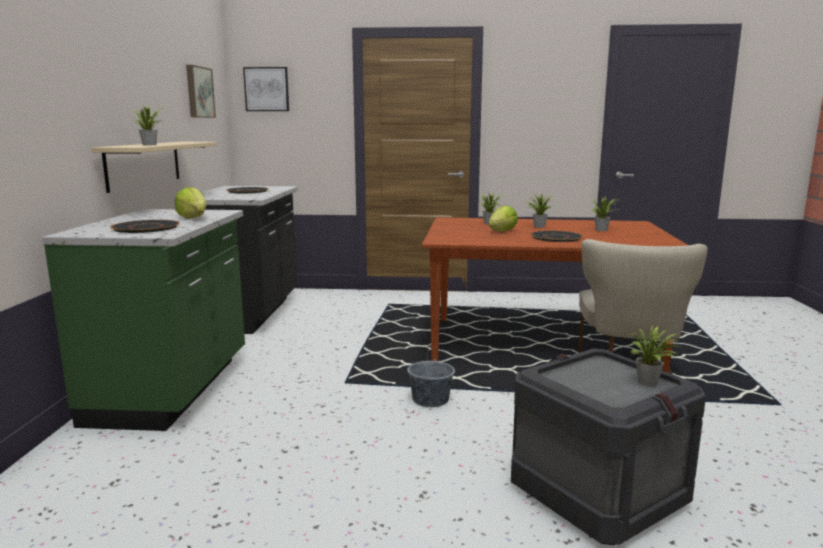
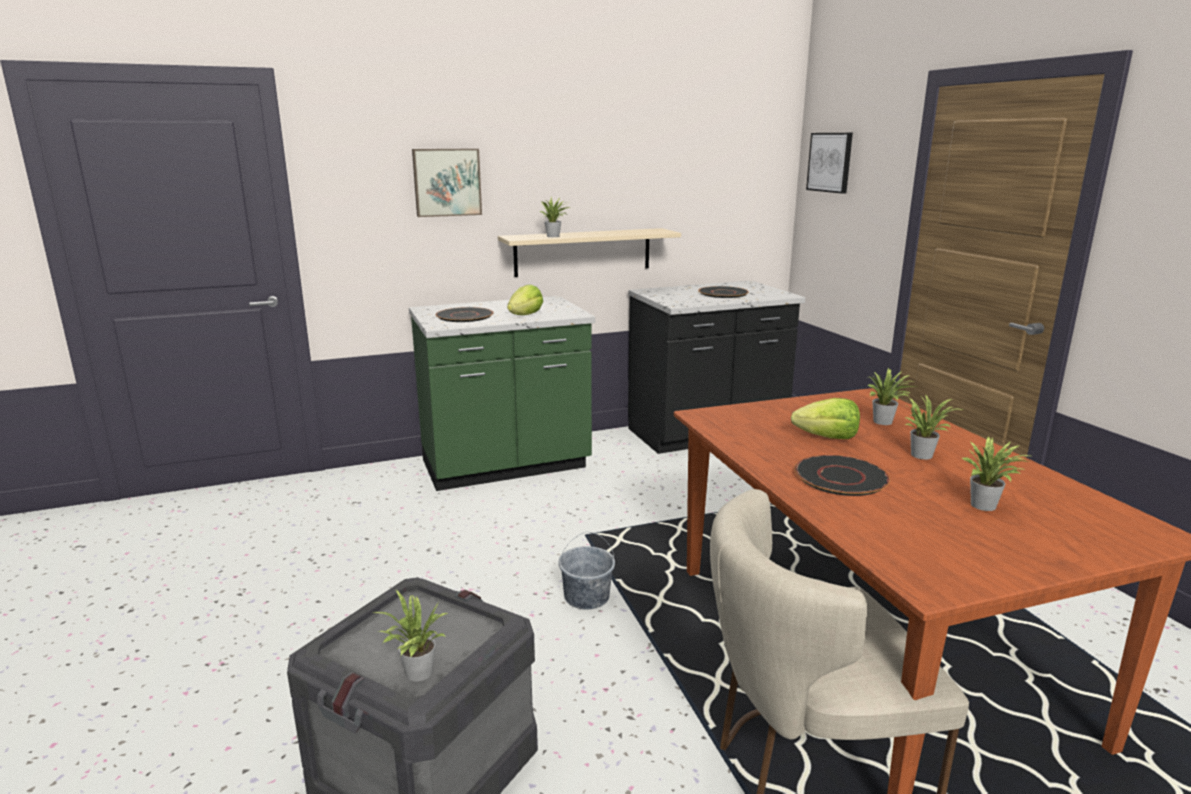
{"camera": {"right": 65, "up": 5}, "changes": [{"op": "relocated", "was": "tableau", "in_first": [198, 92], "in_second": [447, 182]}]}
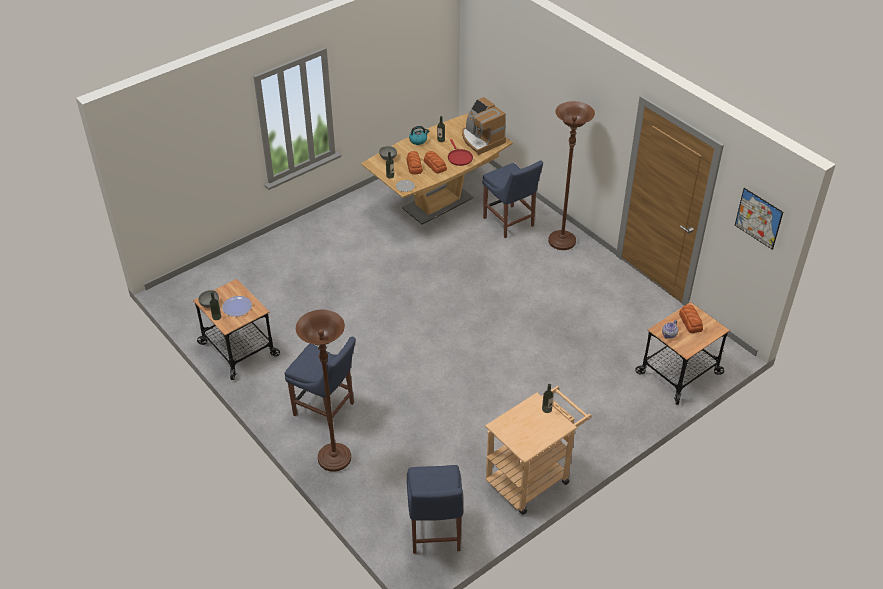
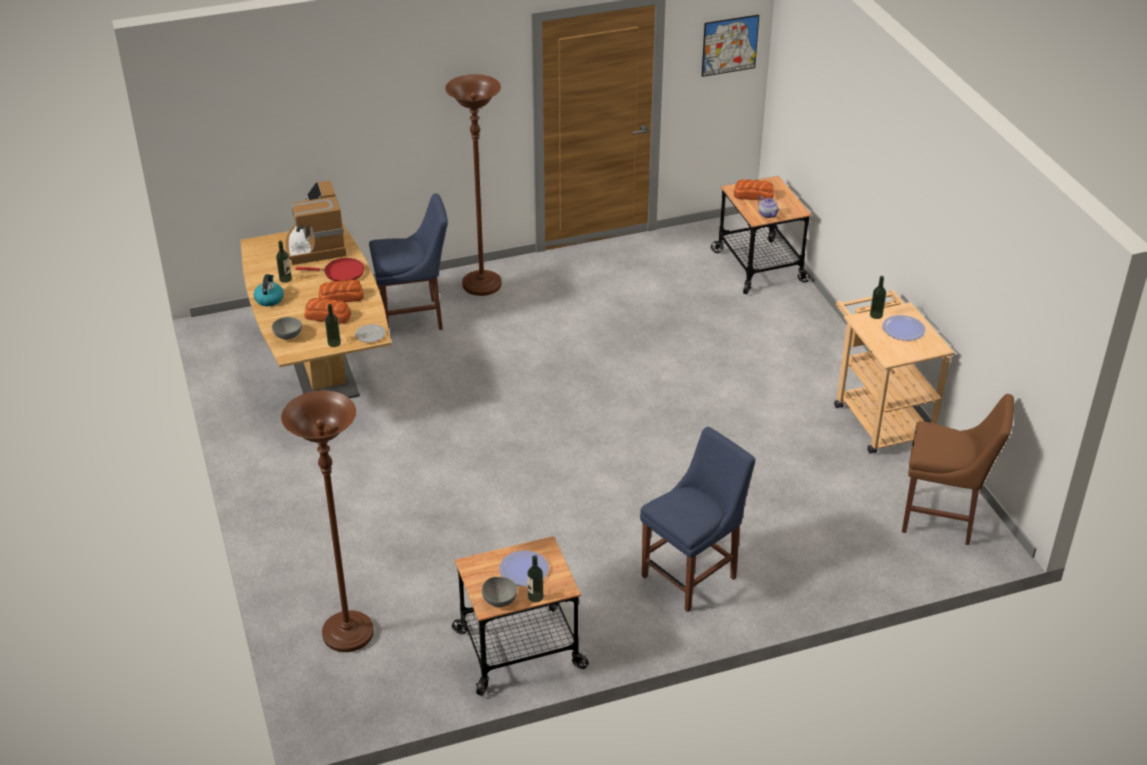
{"camera": {"right": -70, "up": -5}, "changes": [{"op": "relocated", "was": "lampadaire [marron]", "in_first": [334, 458], "in_second": [348, 634]}, {"op": "colour", "was": "chaise [bleu]", "now": "chaise [marron]", "in_first": [435, 534], "in_second": [943, 519]}, {"op": "spun", "was": "machine à café", "in_first": [481, 140], "in_second": [315, 245], "clockwise": 90}, {"op": "appeared", "now": "assiette", "in_second": [903, 329]}]}
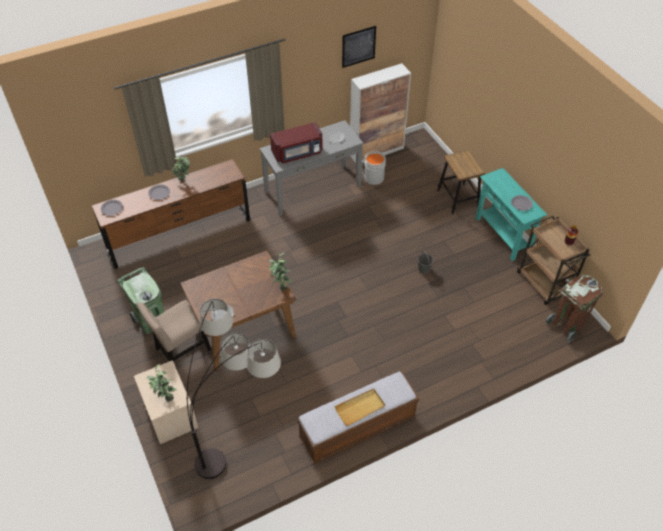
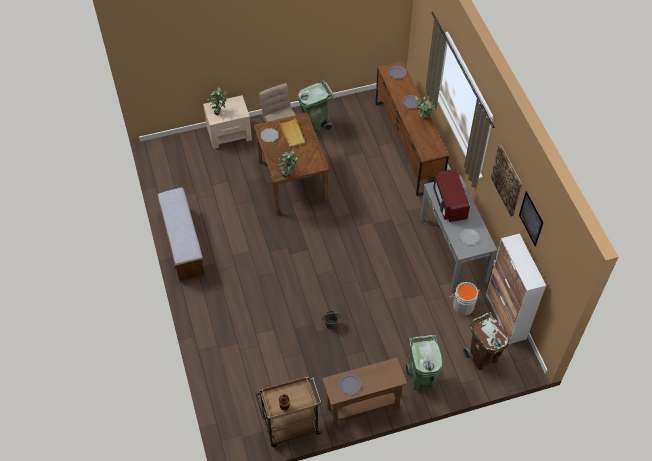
{"camera": {"right": 100, "up": 5}, "changes": [{"op": "missing", "was": "lampadaire", "in_first": [239, 438]}, {"op": "relocated", "was": "plateau [beige]", "in_first": [360, 408], "in_second": [292, 134]}, {"op": "exchanged", "was": "tabouret", "now": "poubelle [vert]", "in_first": [457, 199], "in_second": [422, 378]}, {"op": "colour", "was": "table console [turquoise]", "now": "table console [marron]", "in_first": [502, 235], "in_second": [362, 407]}, {"op": "relocated", "was": "poubelle [marron]", "in_first": [566, 325], "in_second": [482, 357]}, {"op": "appeared", "now": "tableau", "in_second": [507, 180]}]}
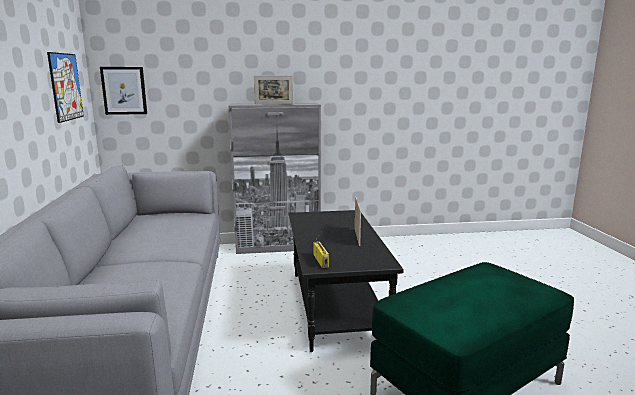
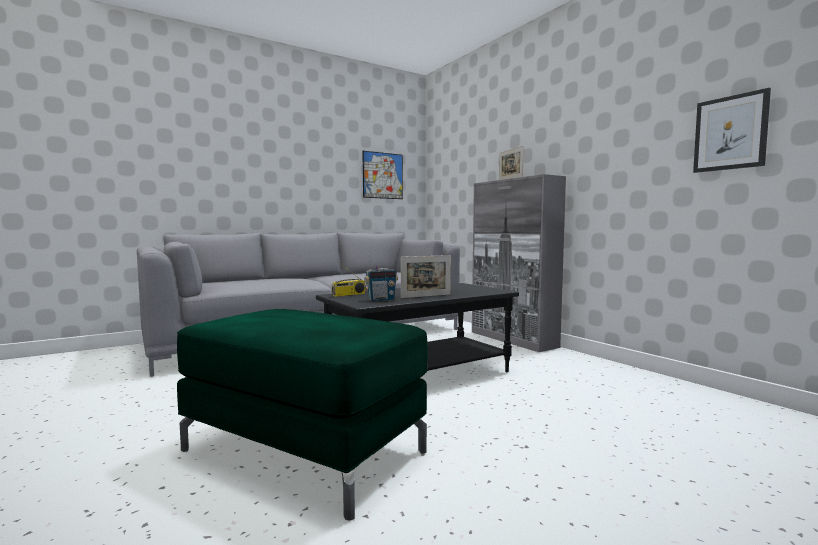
{"camera": {"right": 65, "up": -10}, "changes": [{"op": "relocated", "was": "tableau", "in_first": [124, 90], "in_second": [730, 133]}, {"op": "appeared", "now": "radio", "in_second": [381, 299]}]}
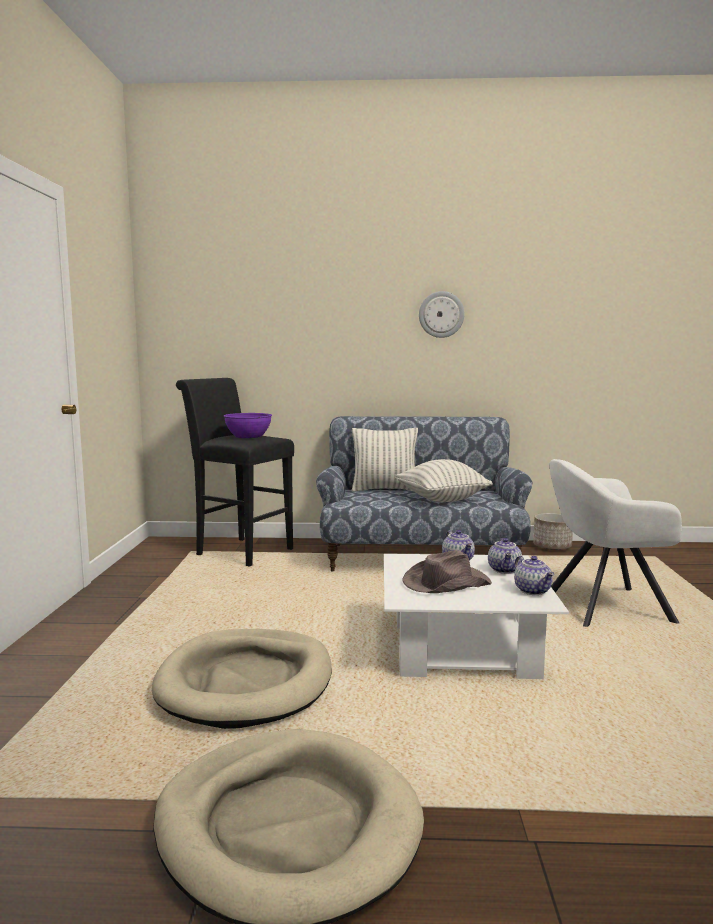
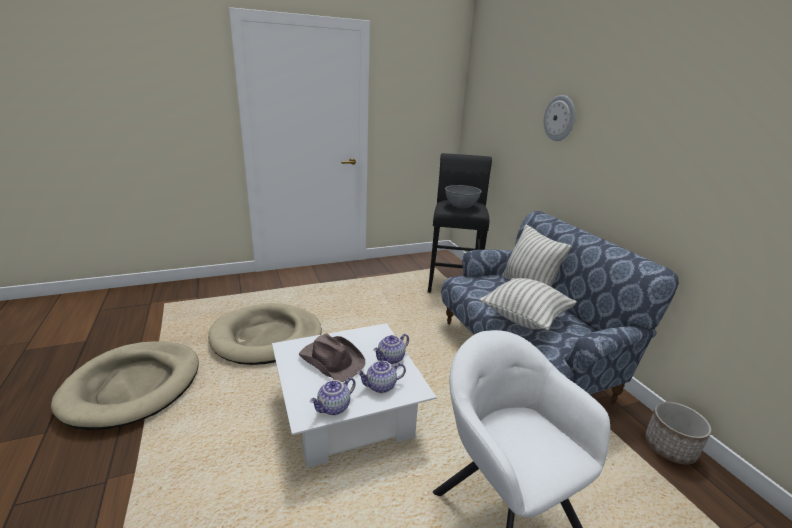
{"camera": {"right": 65, "up": 15}, "changes": [{"op": "colour", "was": "bol [violet]", "now": "bol [gris]", "in_first": [248, 436], "in_second": [461, 205]}, {"op": "relocated", "was": "horloge murale", "in_first": [441, 314], "in_second": [560, 118]}]}
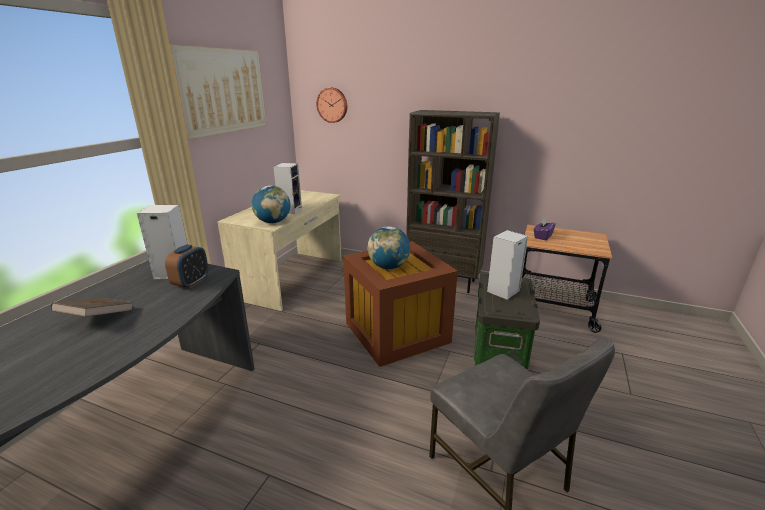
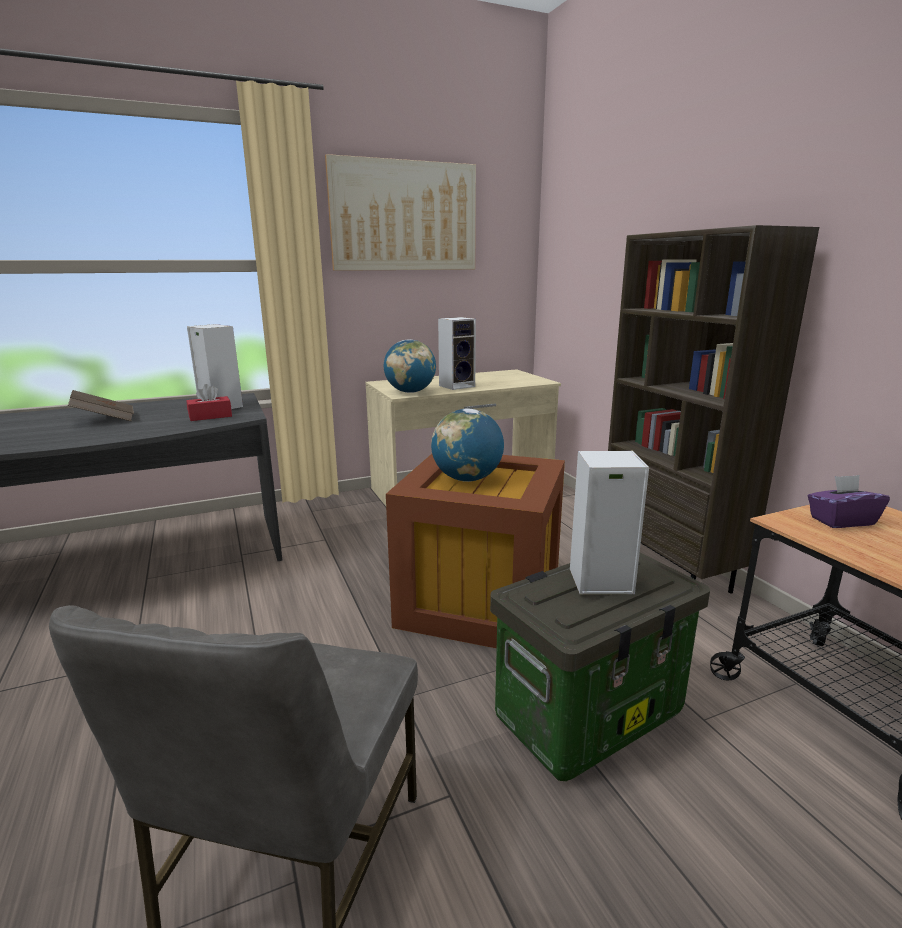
{"camera": {"right": 45, "up": -5}, "changes": [{"op": "exchanged", "was": "réveil", "now": "boîte à mouchoirs [rouge]", "in_first": [191, 283], "in_second": [210, 416]}, {"op": "missing", "was": "horloge murale", "in_first": [332, 105]}]}
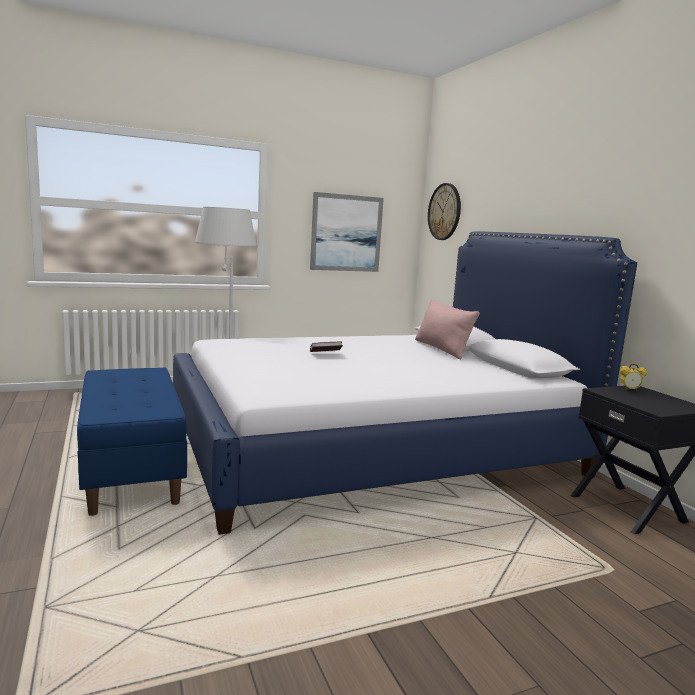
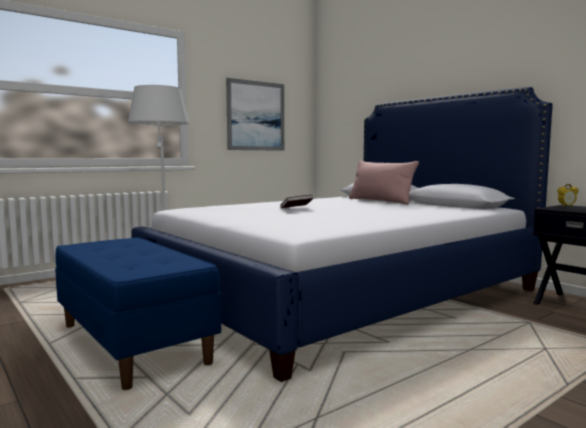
{"camera": {"right": -15, "up": -5}, "changes": [{"op": "missing", "was": "horloge murale", "in_first": [444, 212]}]}
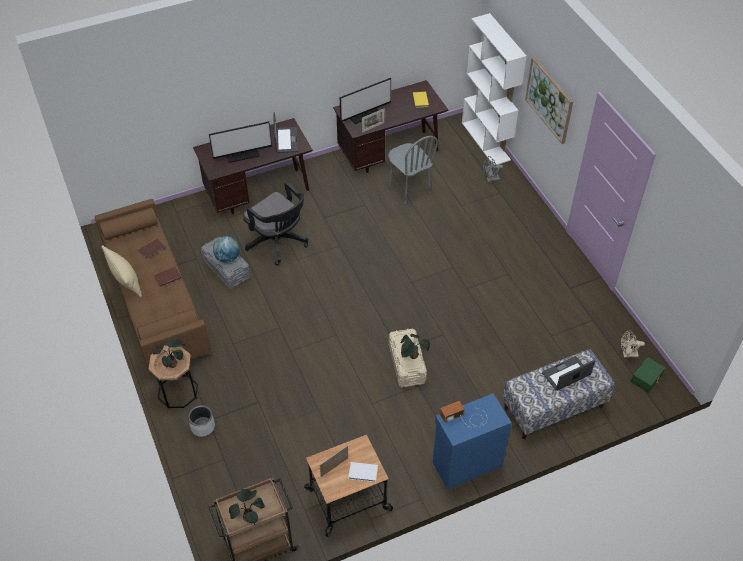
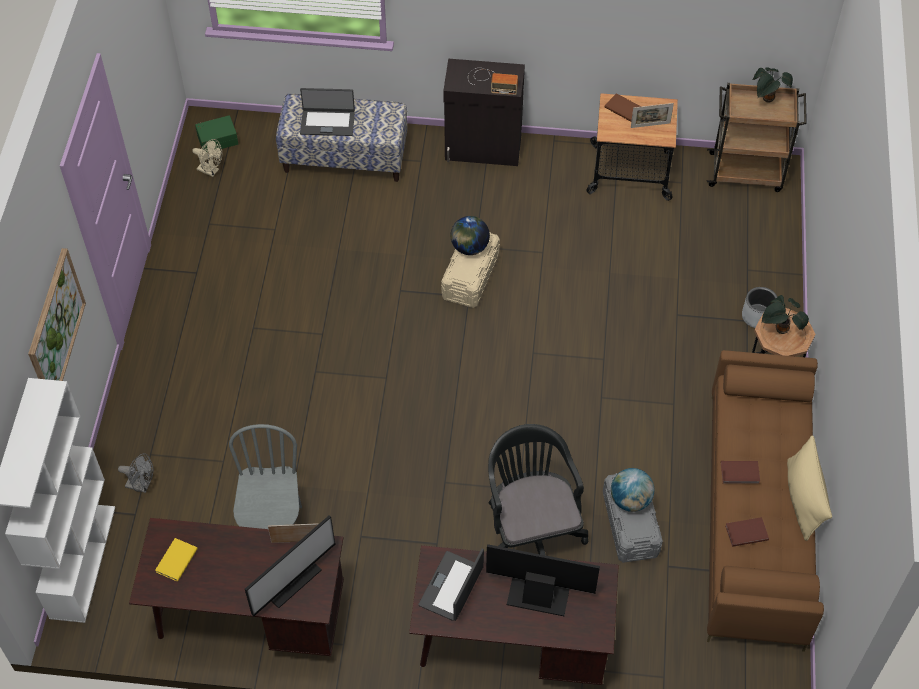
{"camera": {"right": -150, "up": 5}, "changes": [{"op": "spun", "was": "écran d'ordinateur", "in_first": [363, 114], "in_second": [289, 579], "clockwise": 135}, {"op": "colour", "was": "livre [blanc]", "now": "livre [marron]", "in_first": [363, 473], "in_second": [623, 108]}, {"op": "exchanged", "was": "plante en pot", "now": "globe", "in_first": [413, 356], "in_second": [469, 247]}, {"op": "colour", "was": "meuble de rangement [bleu]", "now": "meuble de rangement [noir]", "in_first": [466, 464], "in_second": [483, 149]}]}
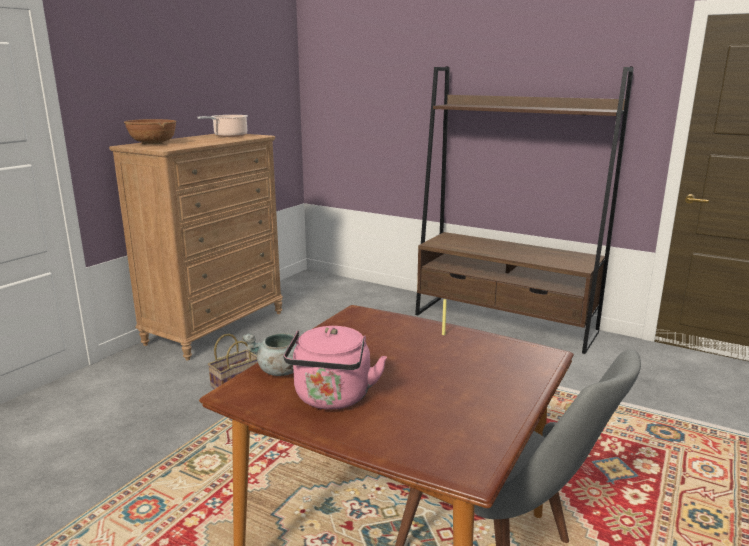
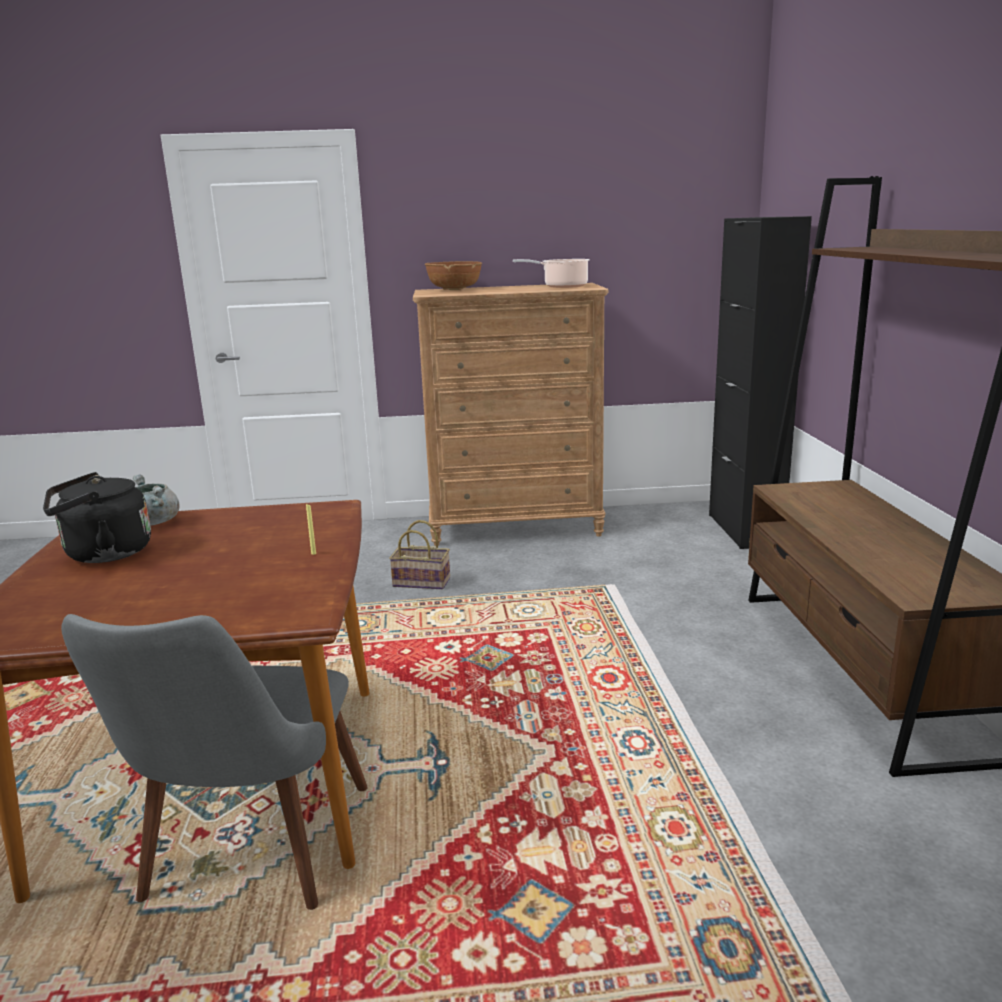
{"camera": {"right": 55, "up": 0}, "changes": [{"op": "colour", "was": "bouilloire [rose]", "now": "bouilloire [noir]", "in_first": [332, 399], "in_second": [103, 554]}, {"op": "appeared", "now": "meuble de rangement [noir]", "in_second": [744, 530]}]}
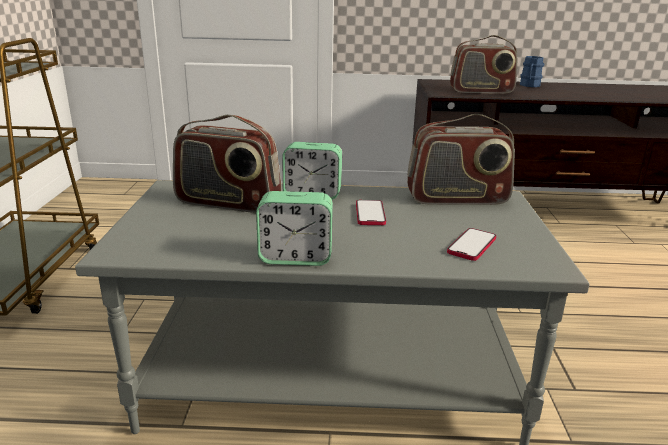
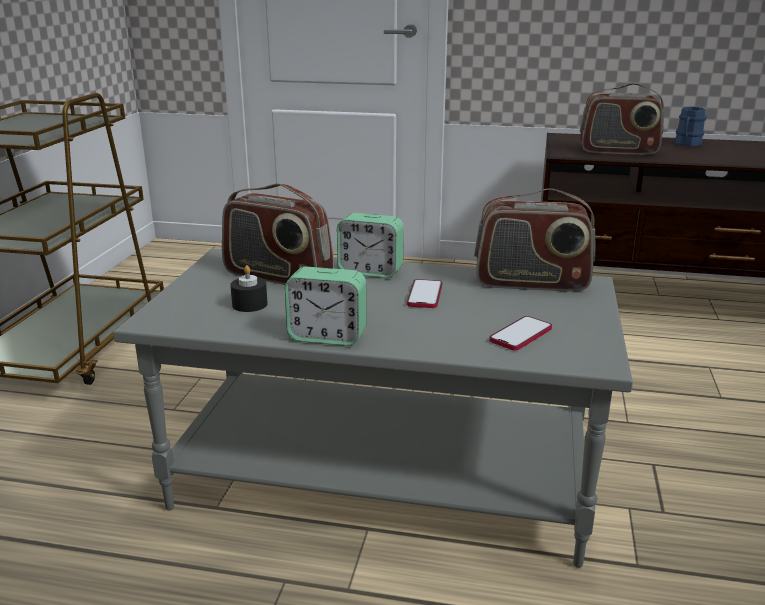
{"camera": {"right": 10, "up": 0}, "changes": [{"op": "appeared", "now": "bougie [noir]", "in_second": [249, 304]}]}
